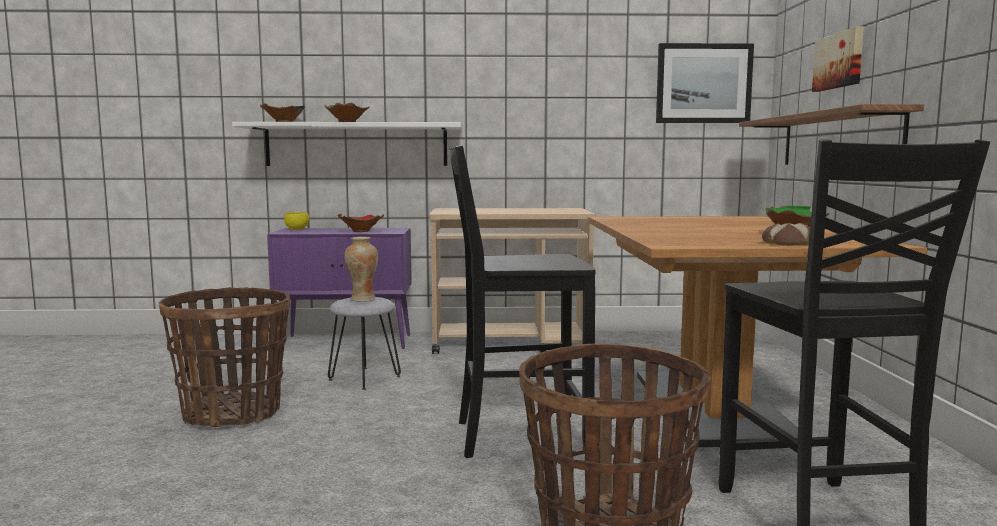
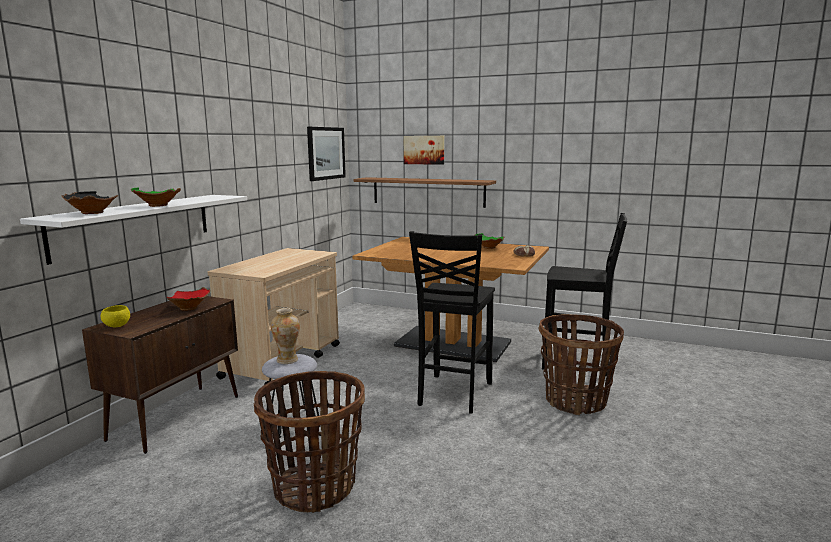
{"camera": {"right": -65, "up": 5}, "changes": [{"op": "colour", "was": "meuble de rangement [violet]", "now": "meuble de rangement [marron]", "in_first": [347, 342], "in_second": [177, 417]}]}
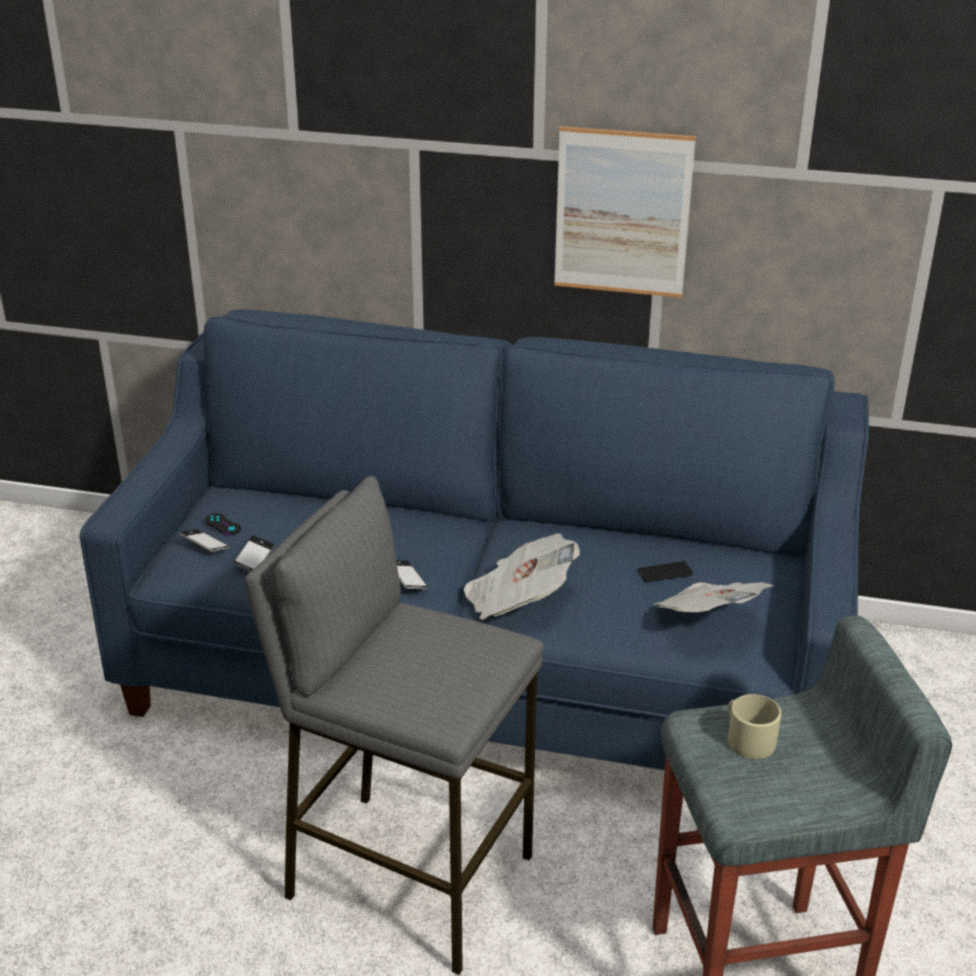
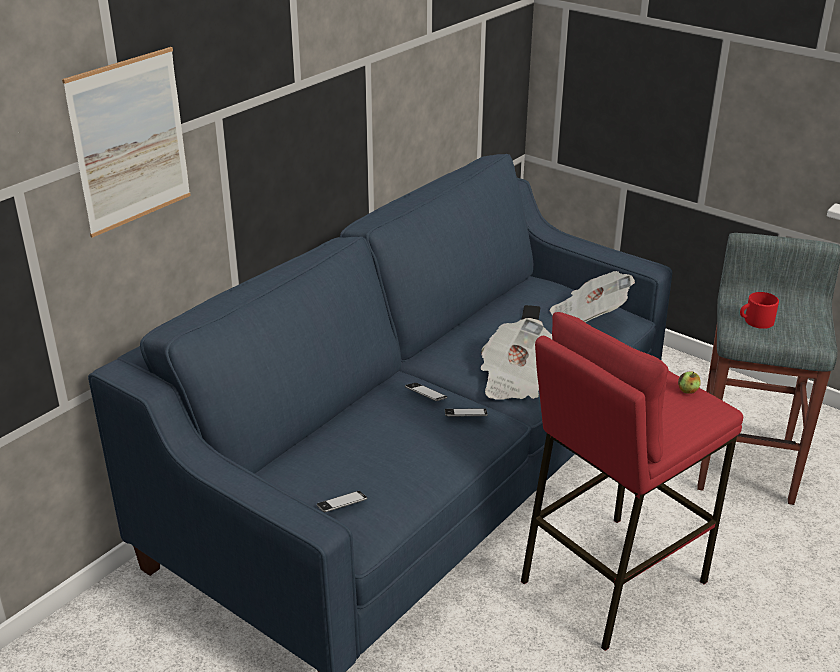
{"camera": {"right": -65, "up": 0}, "changes": [{"op": "missing", "was": "manette [noir]", "in_first": [223, 524]}, {"op": "relocated", "was": "téléphone", "in_first": [254, 558], "in_second": [425, 395]}, {"op": "colour", "was": "tabouret [gris]", "now": "tabouret [rouge]", "in_first": [409, 876], "in_second": [611, 580]}, {"op": "relocated", "was": "tableau", "in_first": [622, 213], "in_second": [130, 141]}, {"op": "colour", "was": "mug [beige]", "now": "mug [rouge]", "in_first": [747, 738], "in_second": [755, 321]}, {"op": "appeared", "now": "pomme", "in_second": [688, 390]}]}
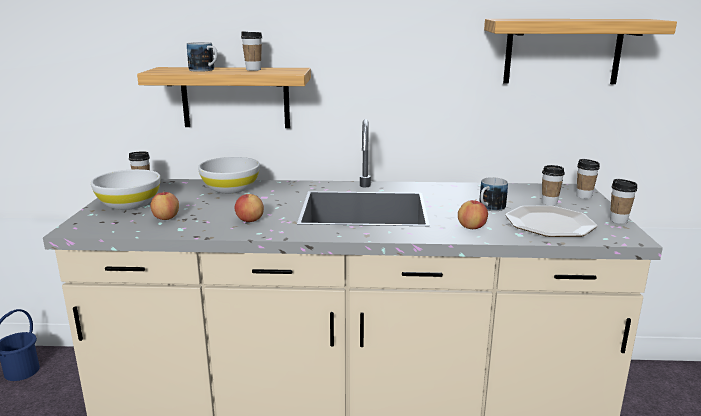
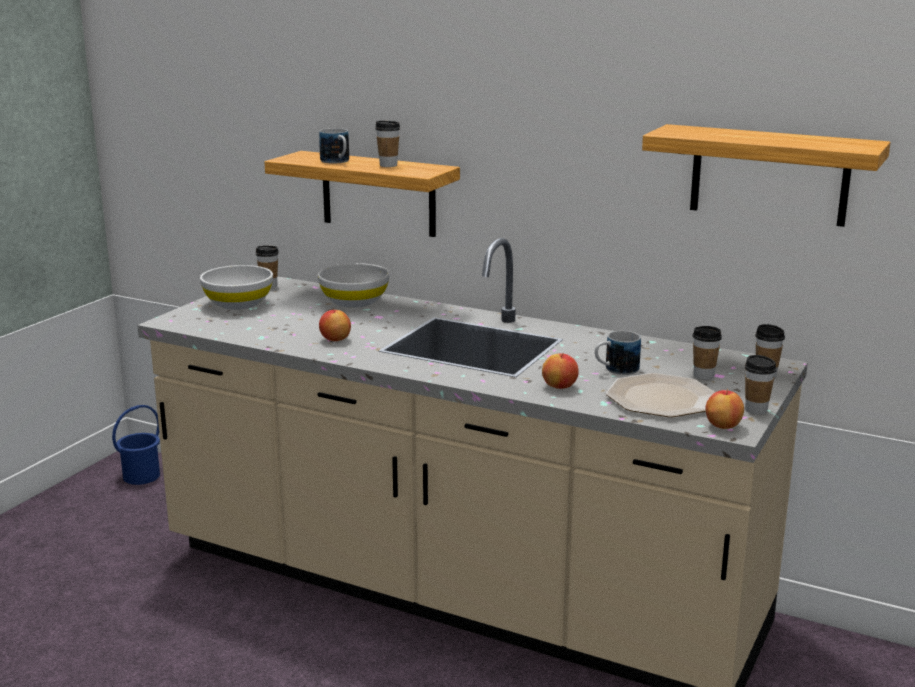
{"camera": {"right": 25, "up": 0}, "changes": [{"op": "relocated", "was": "pomme", "in_first": [166, 218], "in_second": [723, 426]}]}
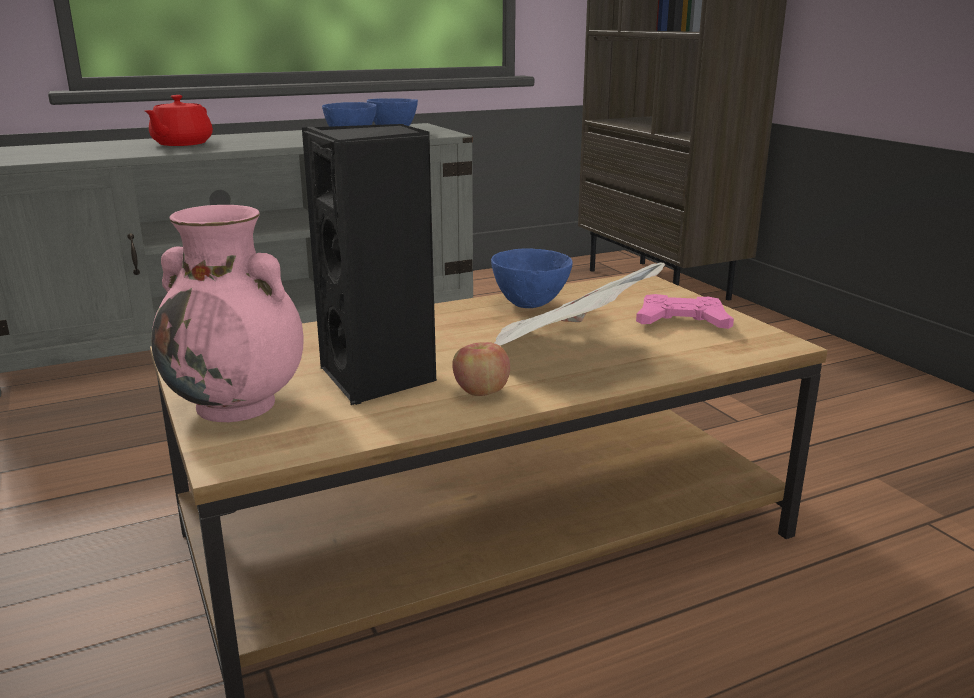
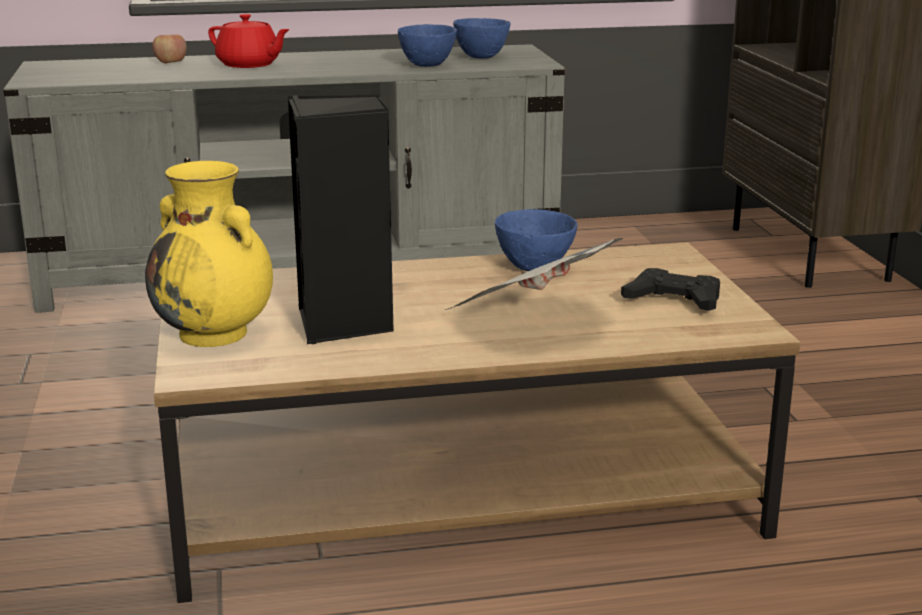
{"camera": {"right": 15, "up": 0}, "changes": [{"op": "spun", "was": "théière [rouge]", "in_first": [181, 144], "in_second": [249, 65], "clockwise": -90}, {"op": "colour", "was": "vase [rose]", "now": "vase [jaune]", "in_first": [238, 405], "in_second": [215, 334]}, {"op": "relocated", "was": "pomme", "in_first": [480, 391], "in_second": [170, 63]}, {"op": "colour", "was": "manette [rose]", "now": "manette [noir]", "in_first": [682, 322], "in_second": [674, 300]}]}
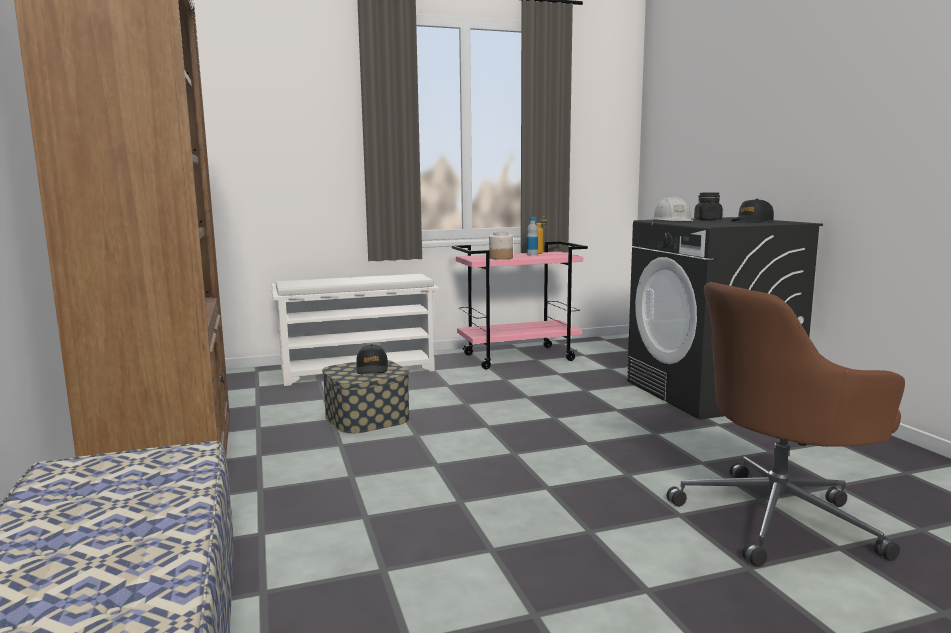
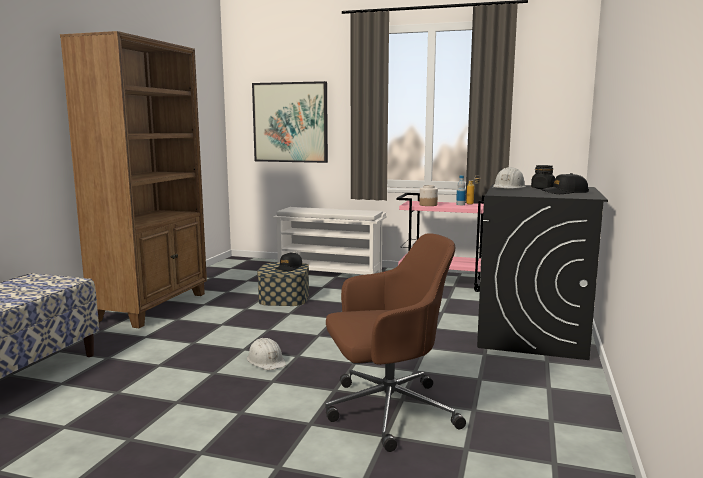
{"camera": {"right": 35, "up": 0}, "changes": [{"op": "spun", "was": "chaise de bureau [marron]", "in_first": [779, 518], "in_second": [386, 411], "clockwise": 150}, {"op": "appeared", "now": "casque de chantier [blanc]", "in_second": [266, 361]}, {"op": "appeared", "now": "tableau", "in_second": [290, 122]}]}
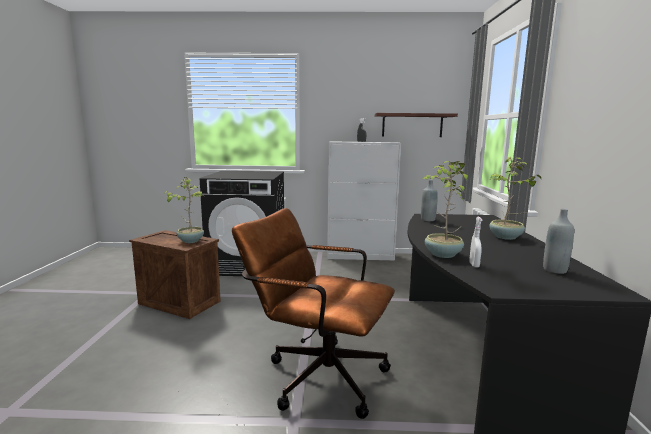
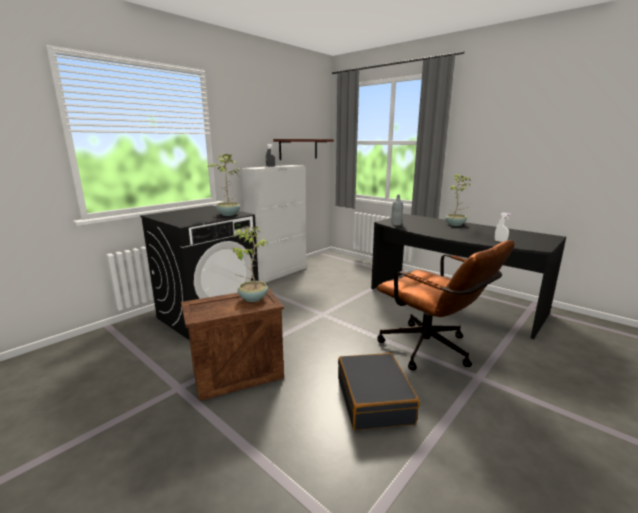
{"camera": {"right": -50, "up": 5}, "changes": [{"op": "spun", "was": "chaise de bureau [marron]", "in_first": [317, 374], "in_second": [432, 351], "clockwise": -105}, {"op": "relocated", "was": "plante en pot", "in_first": [442, 254], "in_second": [228, 214]}, {"op": "missing", "was": "bouteille [gris]", "in_first": [555, 270]}, {"op": "appeared", "now": "valise [noir]", "in_second": [374, 400]}]}
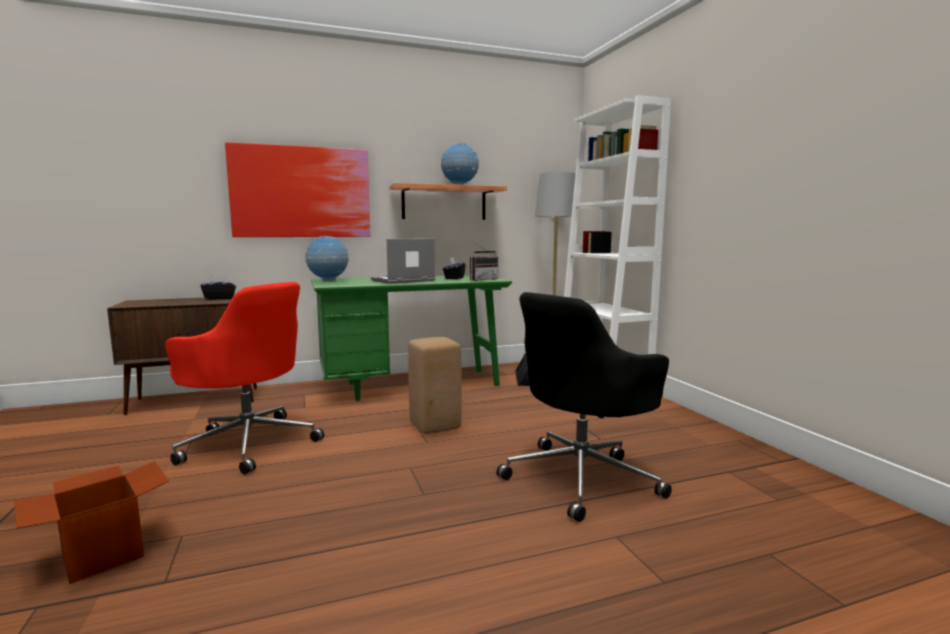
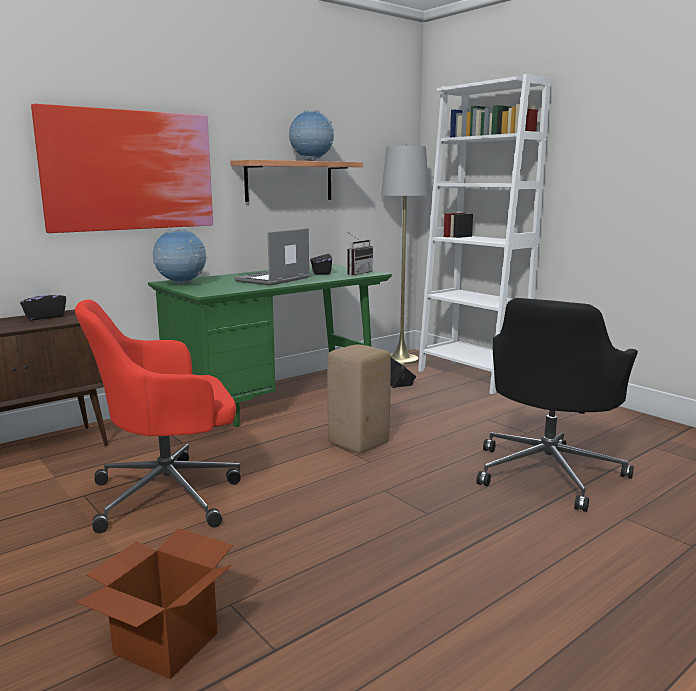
{"camera": {"right": -20, "up": 5}, "changes": [{"op": "spun", "was": "chaise de bureau [rouge]", "in_first": [249, 443], "in_second": [170, 494], "clockwise": 150}]}
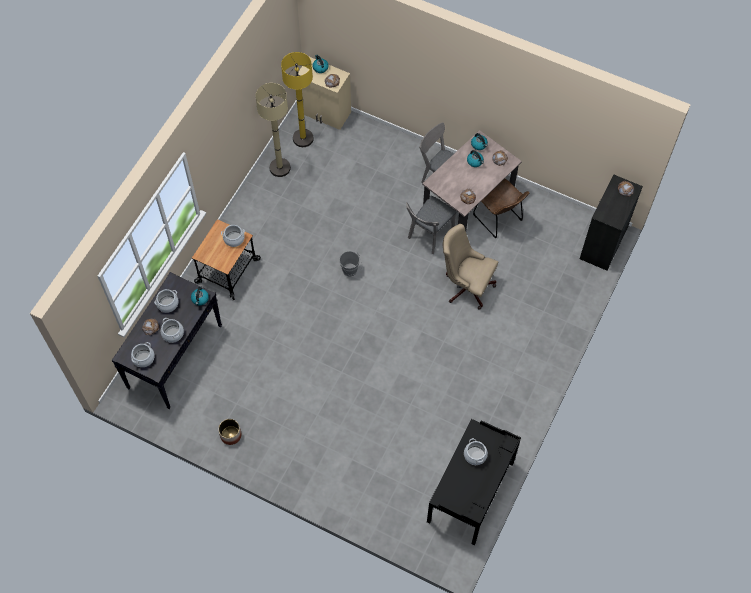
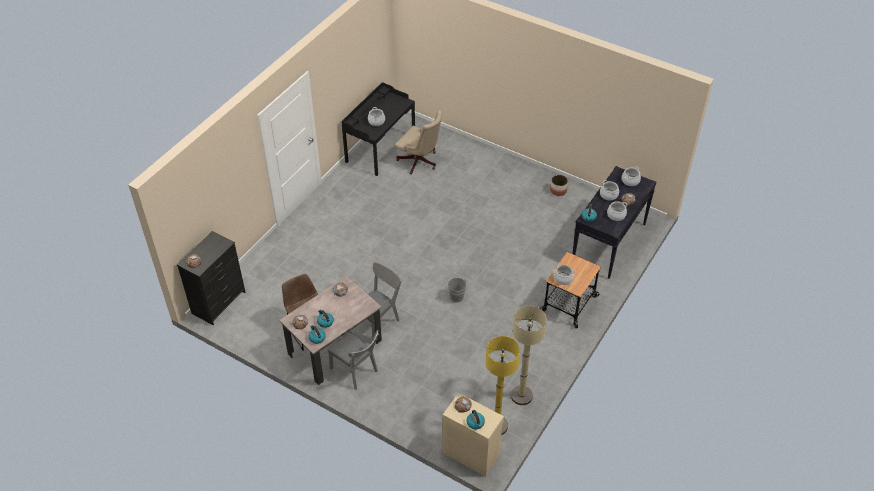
{"camera": {"right": -175, "up": -15}, "changes": [{"op": "relocated", "was": "chaise de bureau [beige]", "in_first": [466, 285], "in_second": [420, 162]}]}
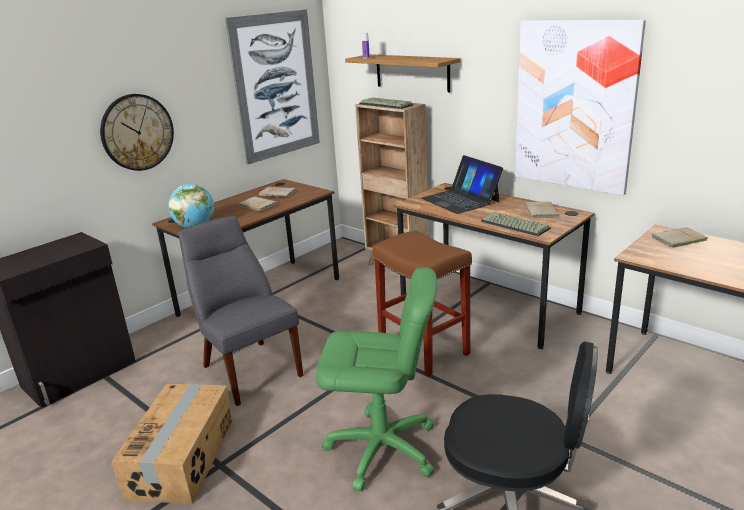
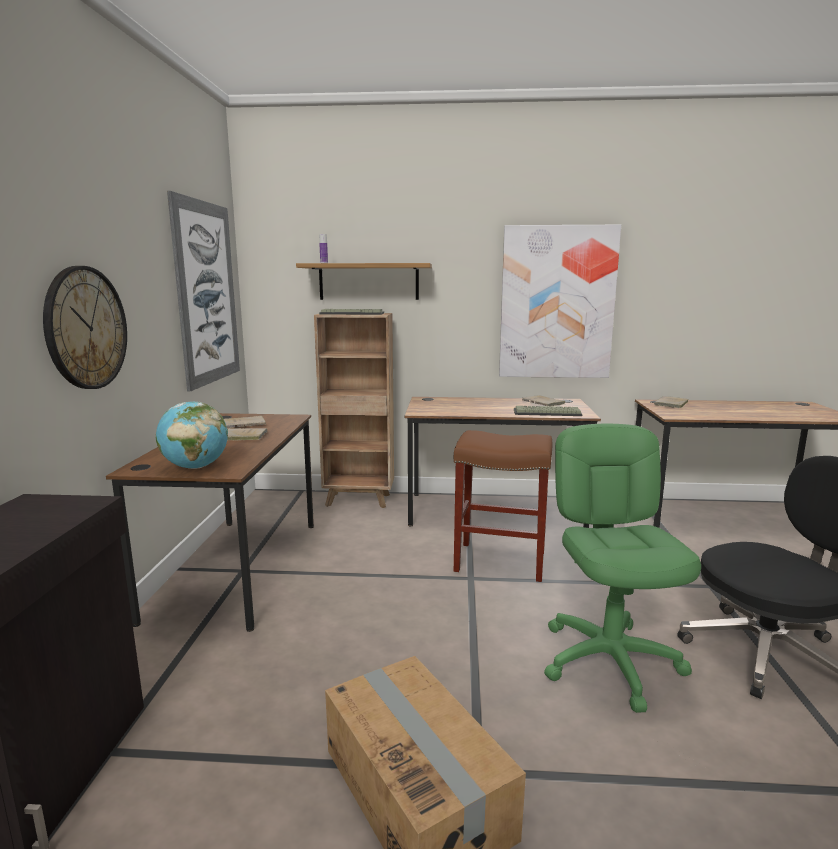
{"camera": {"right": -40, "up": -10}, "changes": [{"op": "missing", "was": "chaise [gris]", "in_first": [249, 369]}, {"op": "spun", "was": "chaise de bureau [vert]", "in_first": [382, 449], "in_second": [610, 661], "clockwise": -60}, {"op": "missing", "was": "ordinateur portable", "in_first": [460, 200]}]}
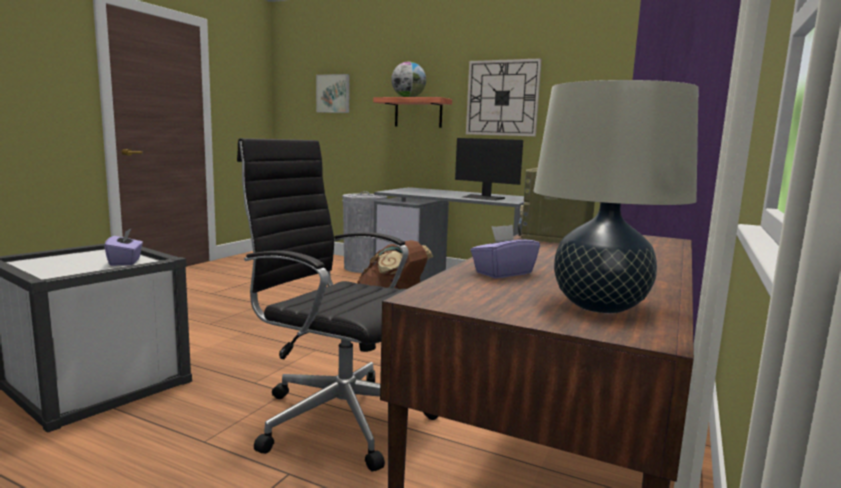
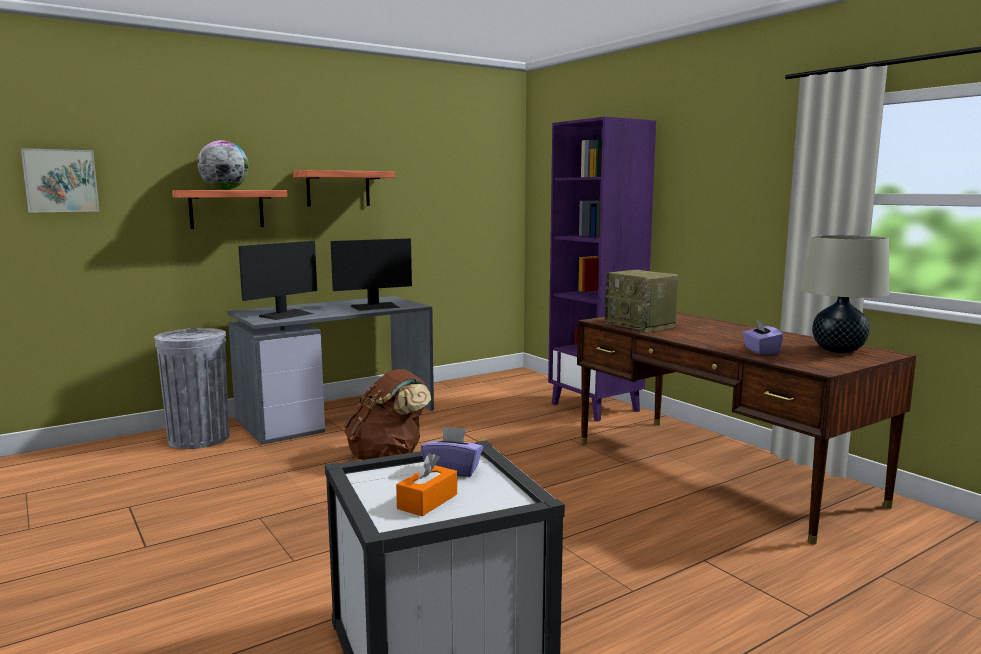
{"camera": {"right": -60, "up": 0}, "changes": [{"op": "missing", "was": "chaise de bureau [noir]", "in_first": [339, 417]}, {"op": "exchanged", "was": "horloge murale", "now": "étagère", "in_first": [502, 98], "in_second": [338, 188]}, {"op": "appeared", "now": "écran d'ordinateur", "in_second": [286, 315]}, {"op": "appeared", "now": "boîte à mouchoirs [orange]", "in_second": [427, 501]}]}
